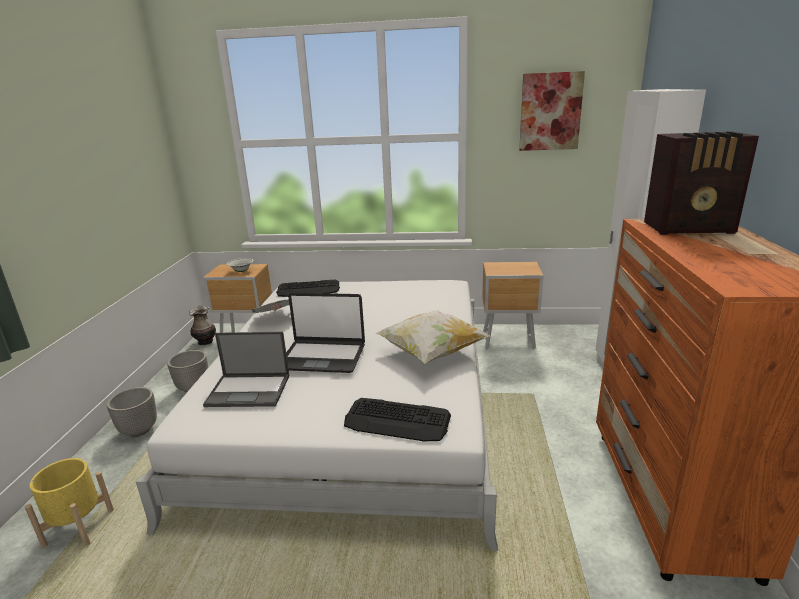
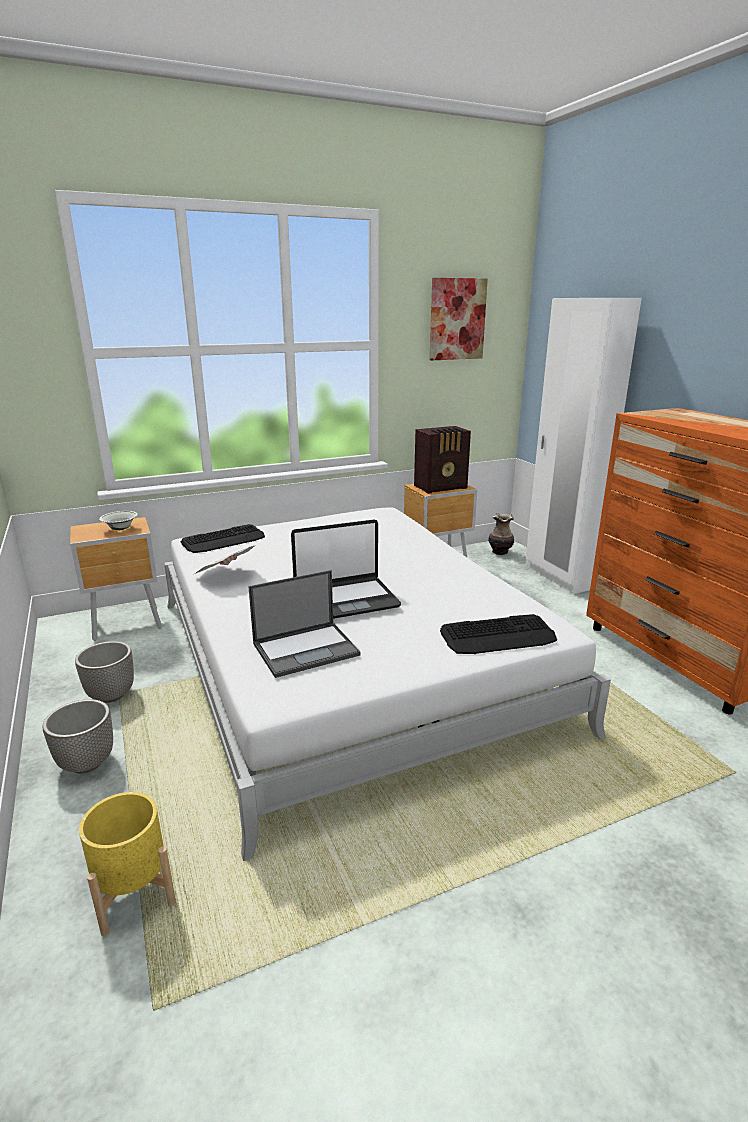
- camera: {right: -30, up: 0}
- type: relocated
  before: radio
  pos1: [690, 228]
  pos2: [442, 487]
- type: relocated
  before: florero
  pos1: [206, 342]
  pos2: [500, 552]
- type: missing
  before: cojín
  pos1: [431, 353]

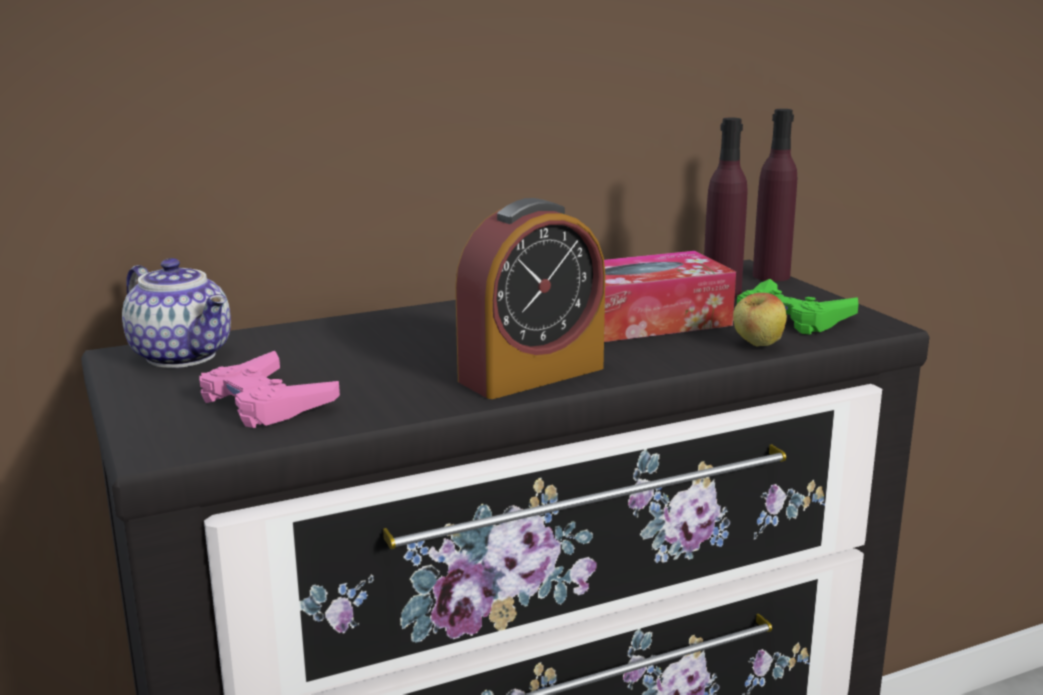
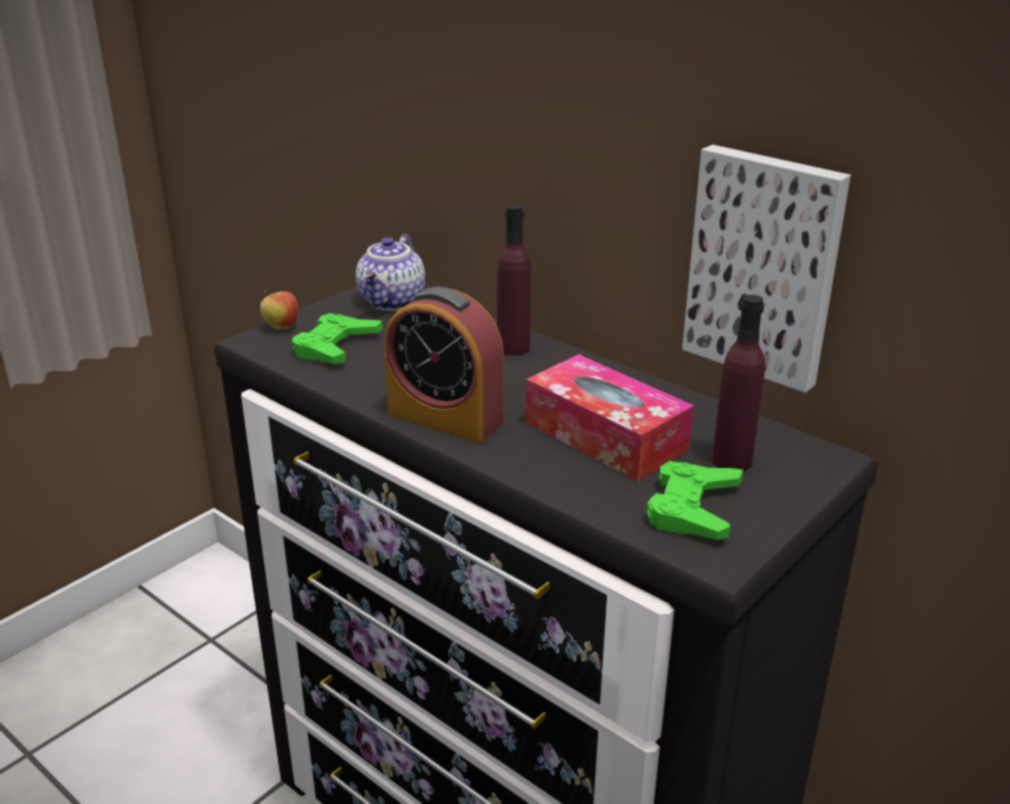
- camera: {right: 65, up: 10}
- type: relocated
  before: botella/morado
  pos1: [771, 276]
  pos2: [513, 348]
- type: relocated
  before: manzana
  pos1: [757, 345]
  pos2: [281, 327]
- type: colour
  before: mando de consola/rosa
  after: mando de consola/verde
  pos1: [265, 402]
  pos2: [335, 347]
- type: appeared
  after: cuadro
  pos2: [765, 266]

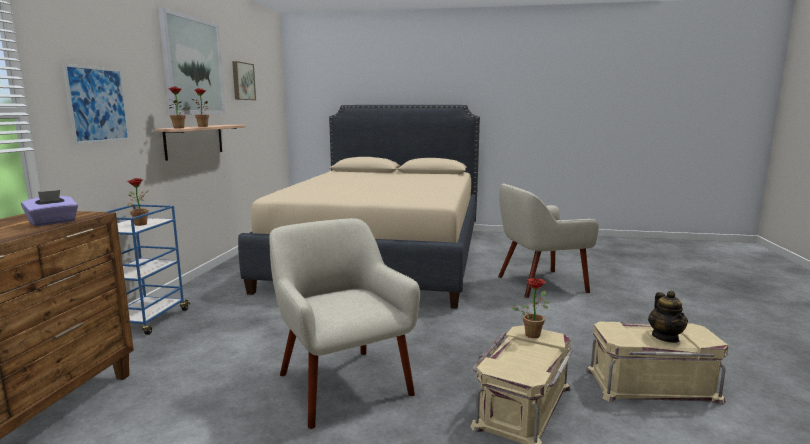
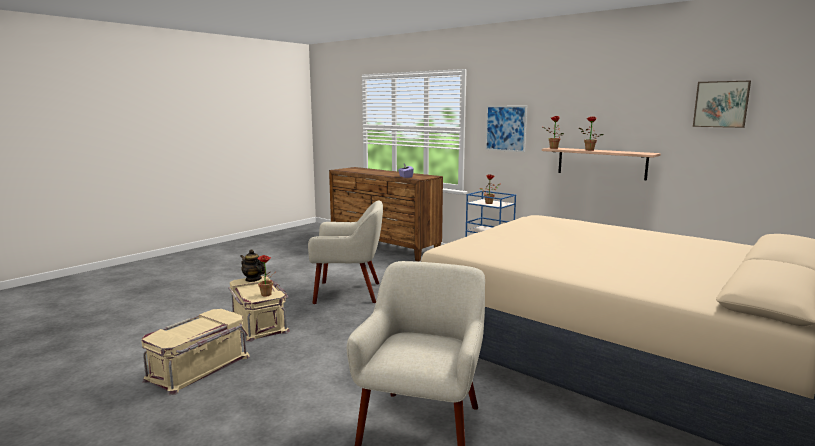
- camera: {right: 120, up: 0}
- type: missing
  before: cuadro
  pos1: [193, 66]
- type: relocated
  before: tetera
  pos1: [665, 337]
  pos2: [253, 279]

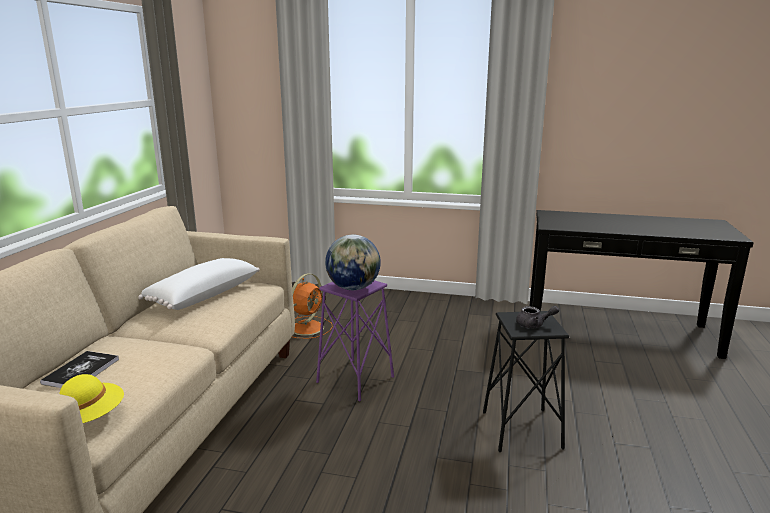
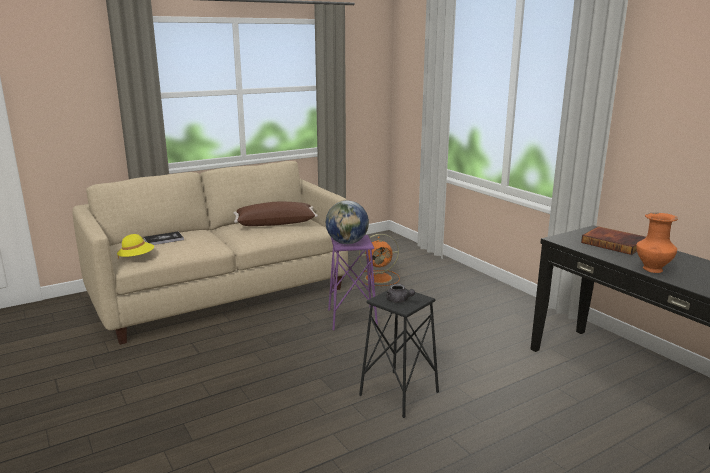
- camera: {right: 45, up: 0}
- type: colour
  before: cojín/blanco
  after: cojín/marrón
  pos1: [202, 295]
  pos2: [275, 223]
- type: appeared
  after: florero/naranja
  pos2: [652, 270]
- type: appeared
  after: libro
  pos2: [614, 243]

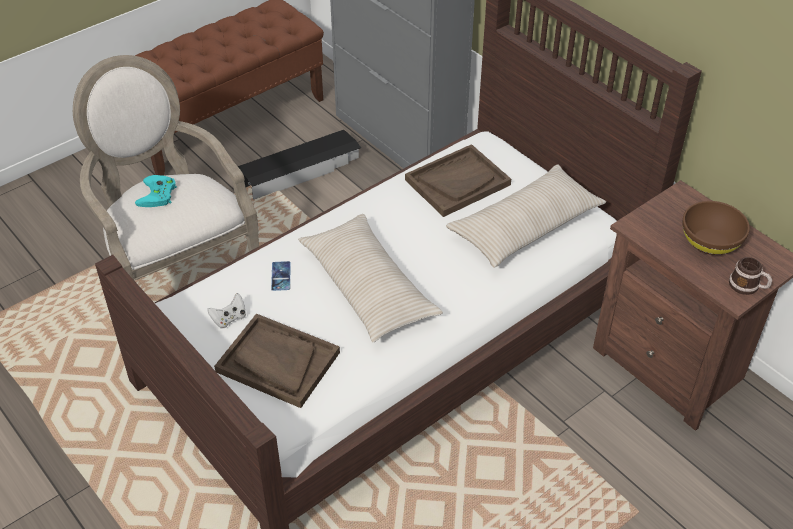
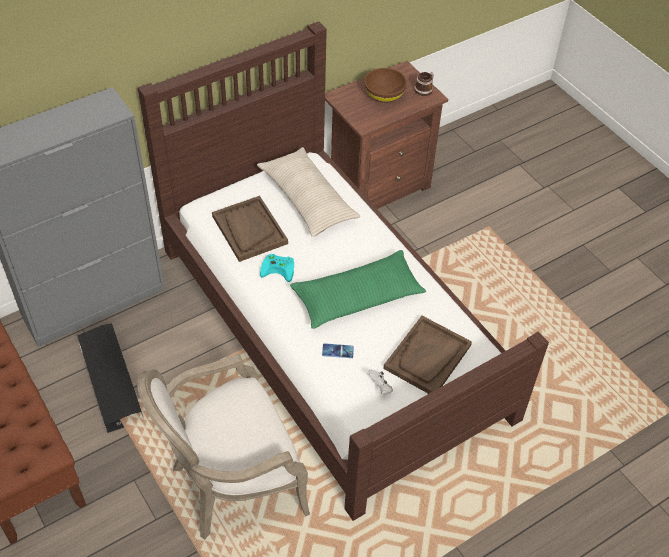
- camera: {right: -85, up: 5}
- type: relocated
  before: mando de consola/turquesa
  pos1: [158, 195]
  pos2: [279, 268]
- type: colour
  before: cojín/beis
  after: cojín/verde
  pos1: [368, 287]
  pos2: [357, 297]

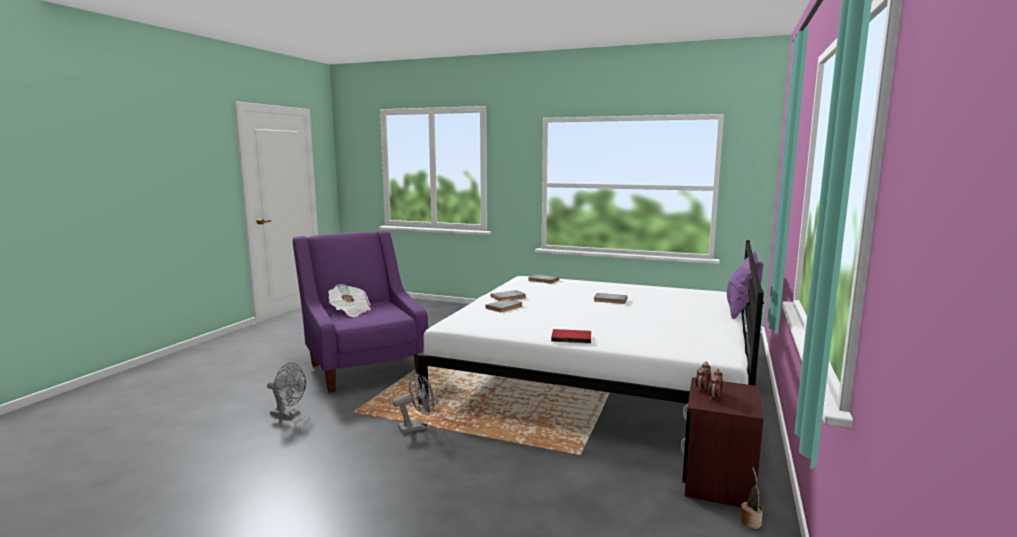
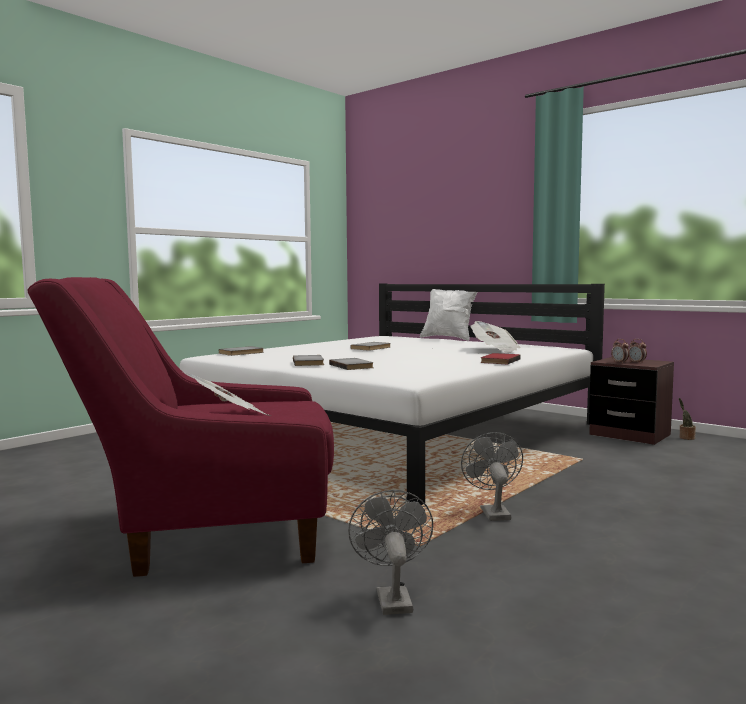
- camera: {right: -70, up: -5}
- type: colour
  before: sillón/morado
  after: sillón/rojo
  pos1: [363, 365]
  pos2: [207, 532]
- type: colour
  before: cojín/morado
  after: cojín/blanco
  pos1: [741, 312]
  pos2: [449, 338]
- type: spun
  before: ventilador/gris
  pos1: [289, 414]
  pos2: [391, 598]
  turn: -45
- type: appeared
  after: periódico
  pos2: [495, 350]

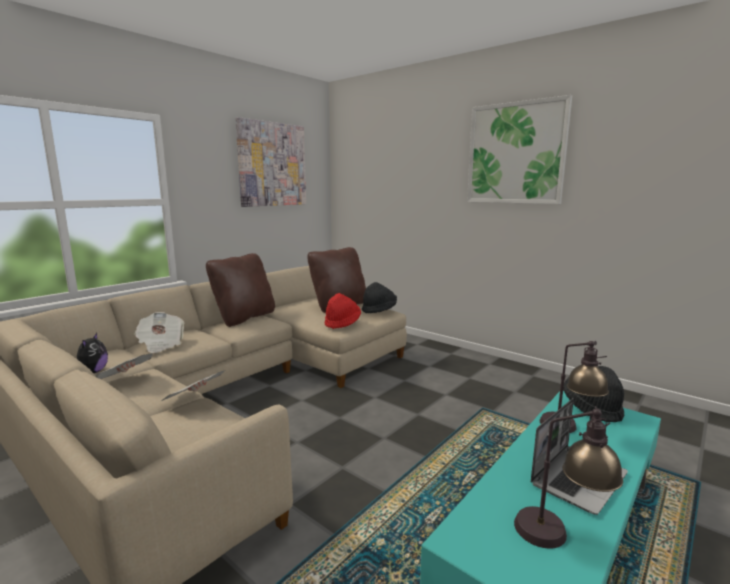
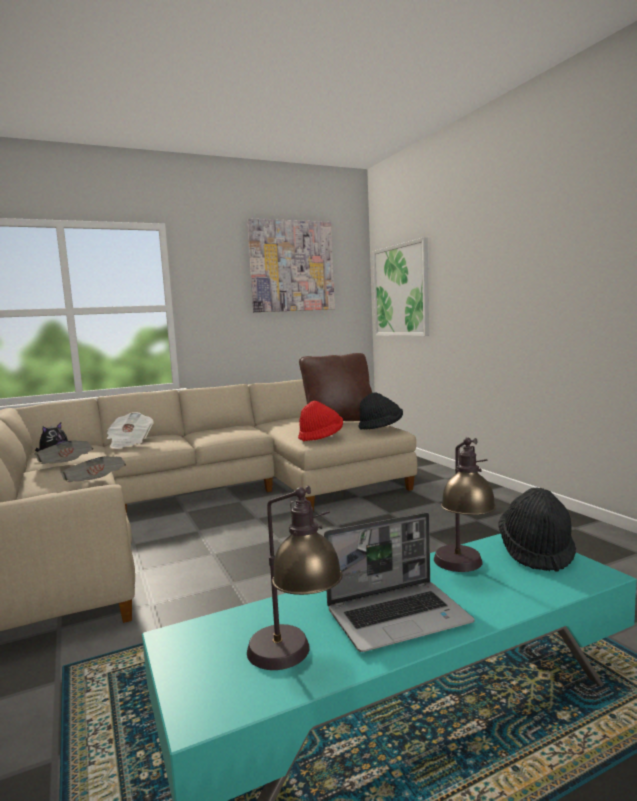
- camera: {right: 25, up: -5}
- type: relocated
  before: cuadro
  pos1: [515, 153]
  pos2: [401, 290]
- type: missing
  before: cojín/marrón
  pos1: [244, 317]

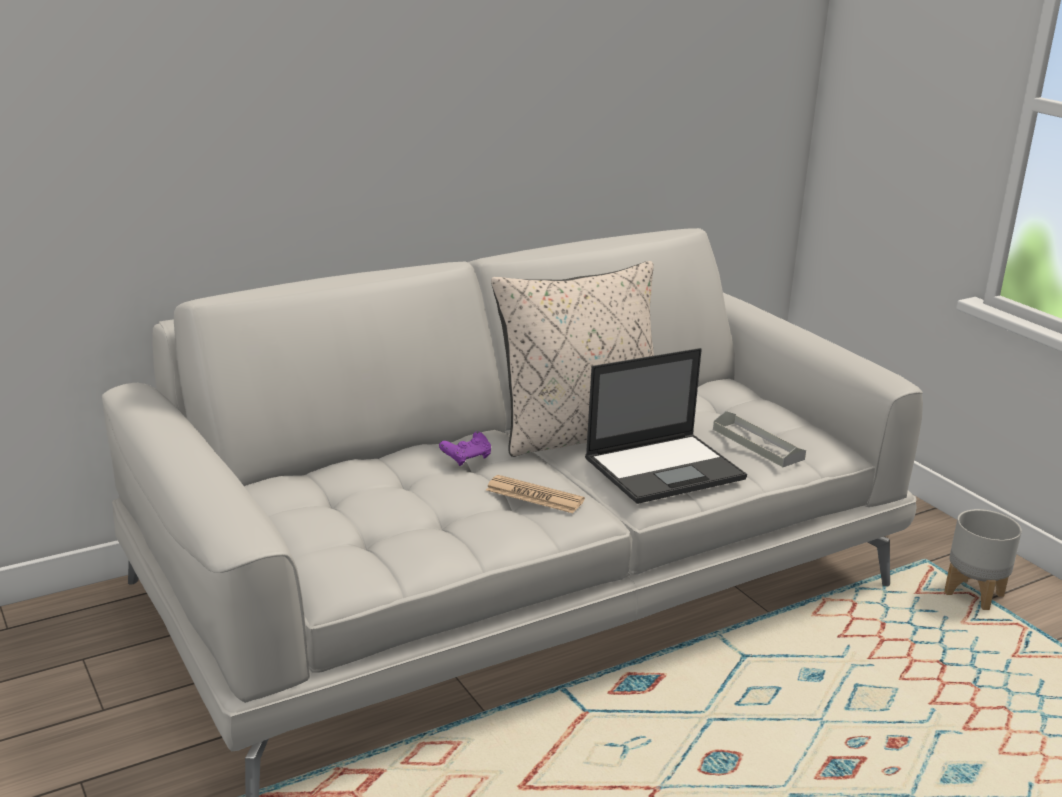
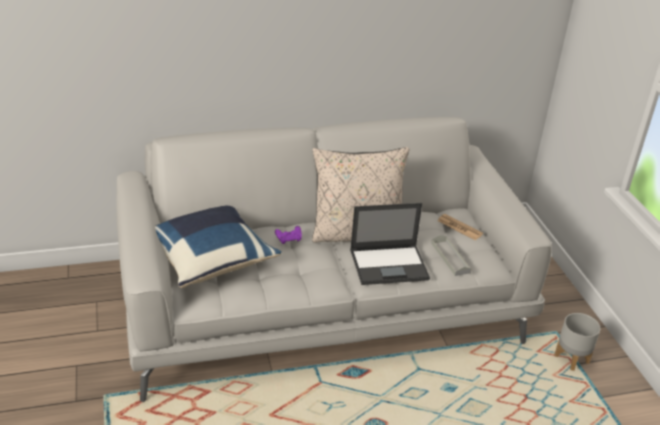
- camera: {right: 15, up: 10}
- type: relocated
  before: periódico
  pos1: [534, 495]
  pos2: [459, 227]
- type: appeared
  after: cojín/azul
  pos2: [210, 259]

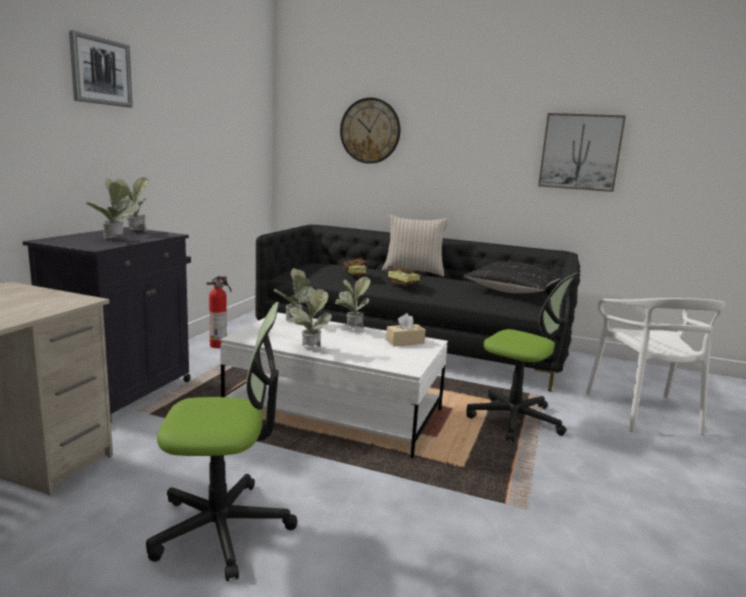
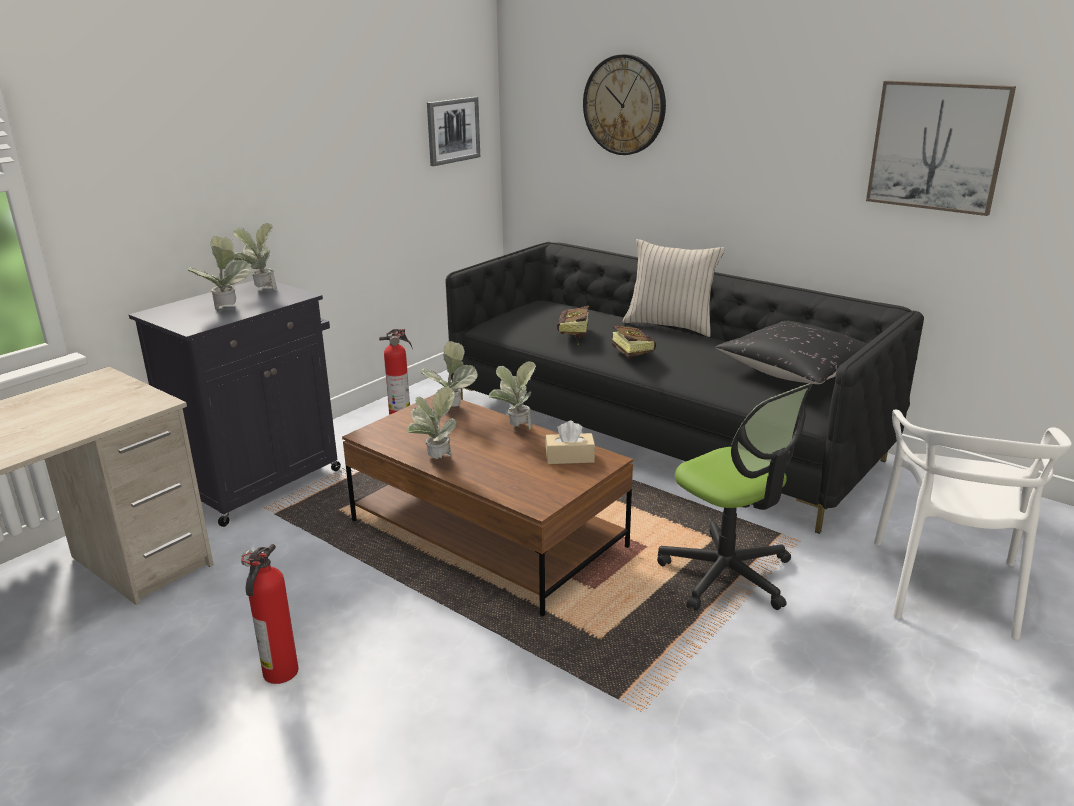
- camera: {right: 20, up: 10}
- type: relocated
  before: cuadro
  pos1: [101, 71]
  pos2: [452, 130]
- type: exchanged
  before: silla de oficina
  after: extintor
  pos1: [222, 528]
  pos2: [279, 673]
- type: colour
  before: mesa de centro/blanco
  after: mesa de centro/marrón
  pos1: [335, 411]
  pos2: [487, 534]

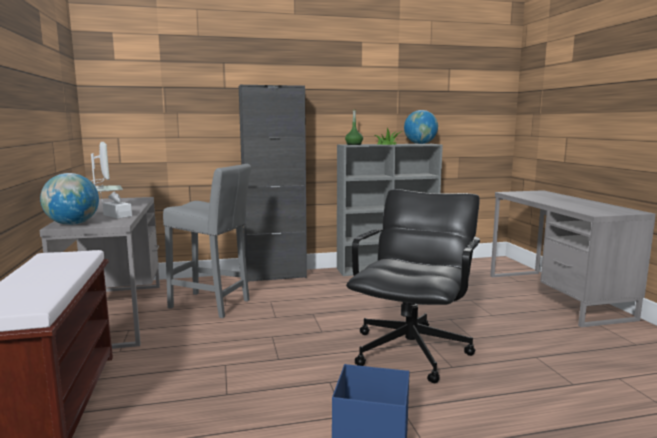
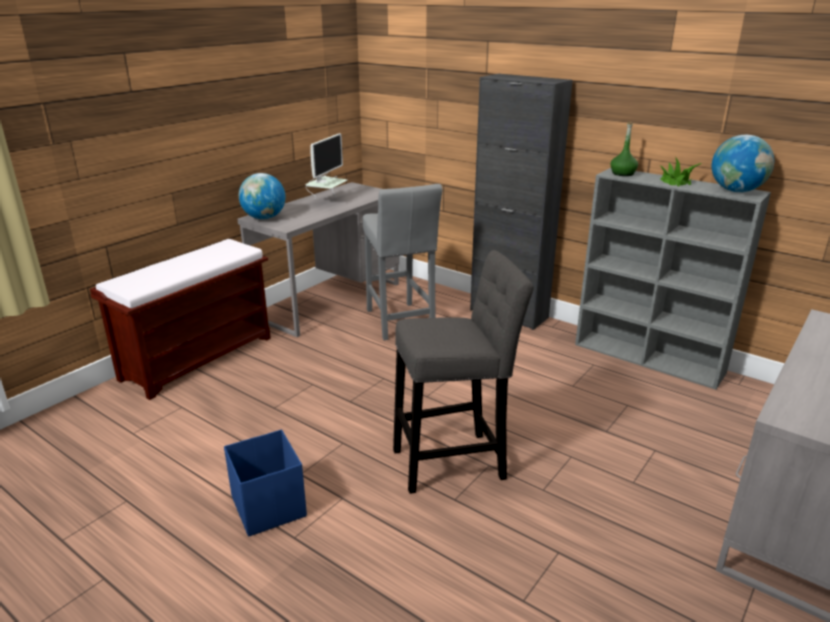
- camera: {right: 50, up: 15}
- type: exchanged
  before: silla de oficina/negro
  after: taburete/gris
  pos1: [412, 351]
  pos2: [455, 462]
- type: missing
  before: caja de pañuelos/blanco
  pos1: [117, 215]

